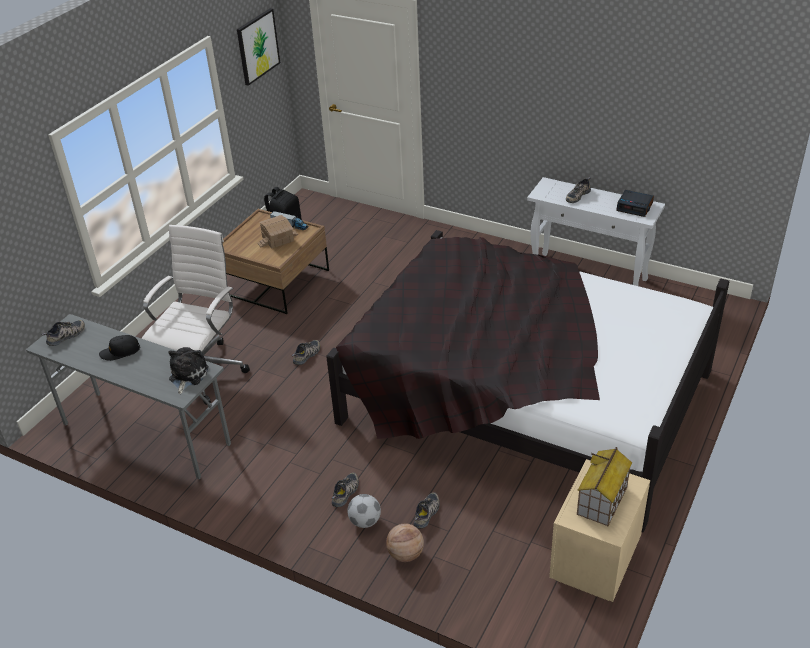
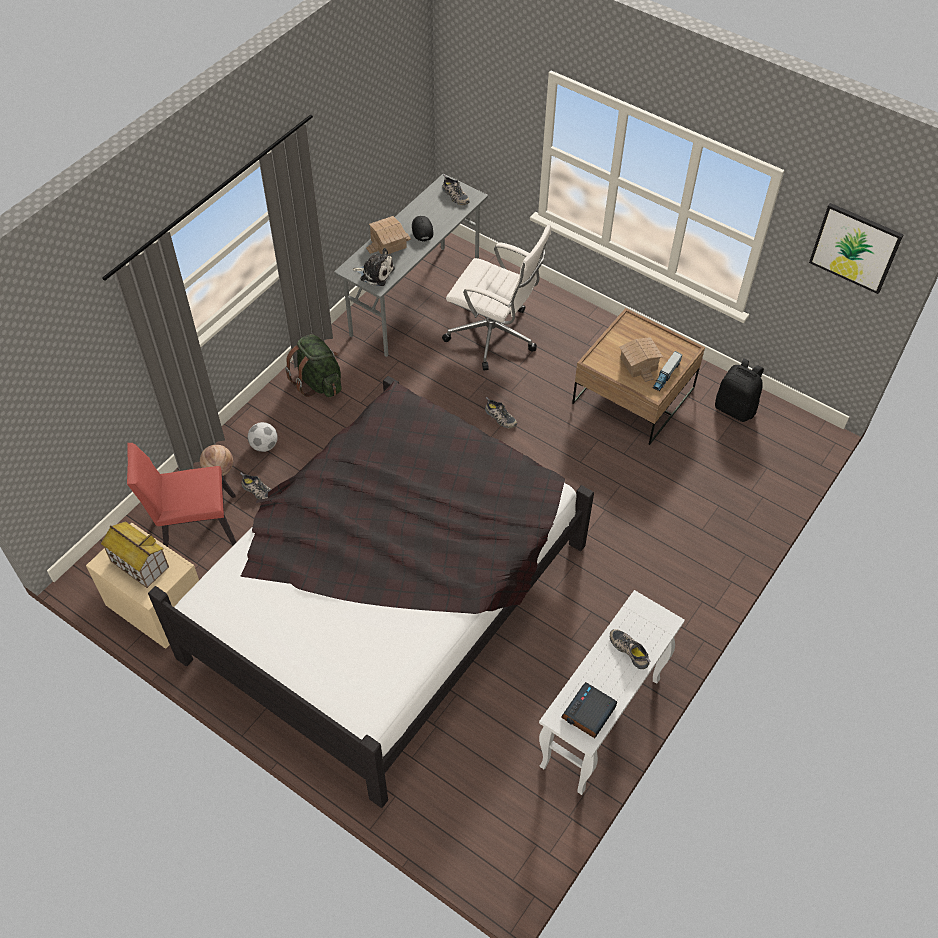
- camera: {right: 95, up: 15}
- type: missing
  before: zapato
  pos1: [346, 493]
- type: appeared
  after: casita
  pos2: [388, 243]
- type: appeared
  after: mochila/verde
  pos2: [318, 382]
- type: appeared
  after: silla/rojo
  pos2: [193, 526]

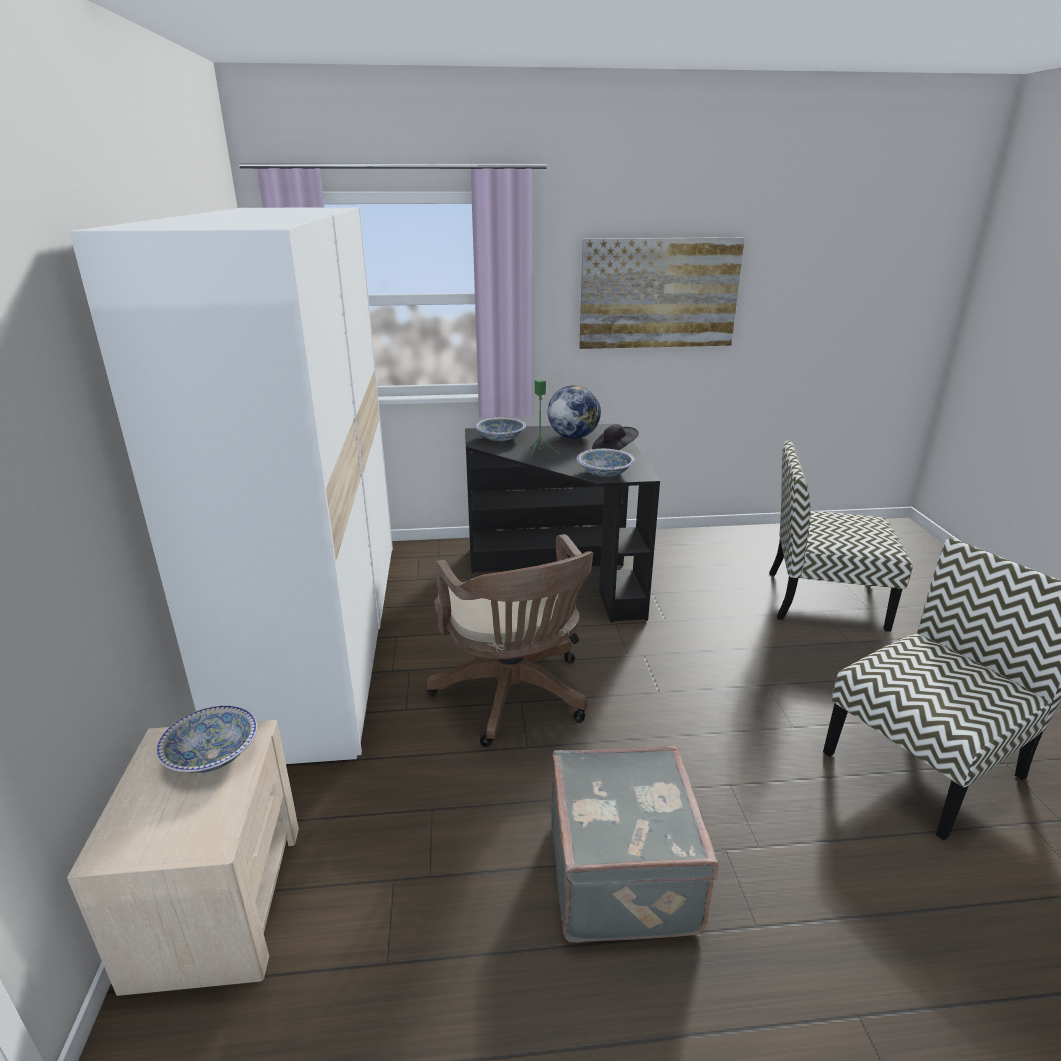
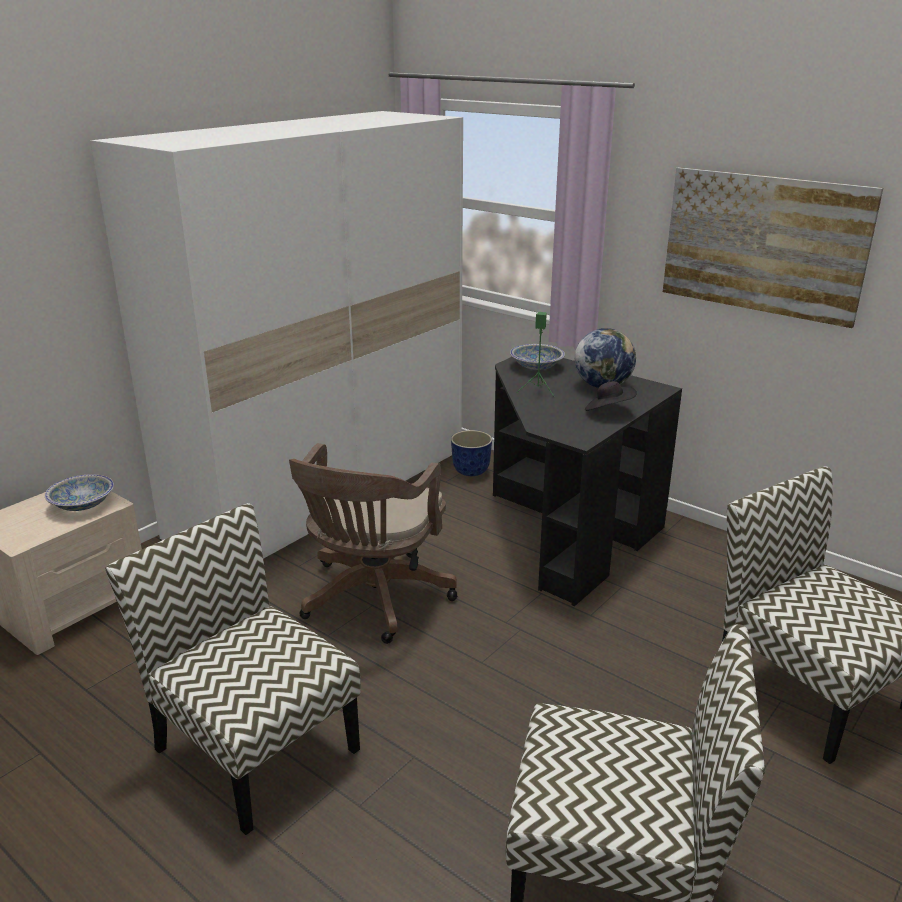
- camera: {right: 45, up: 0}
- type: missing
  before: cuenco
  pos1: [605, 473]
- type: exchanged
  before: maleta/gris
  after: silla
  pos1: [625, 873]
  pos2: [254, 747]
- type: appeared
  after: maceta
  pos2: [470, 471]

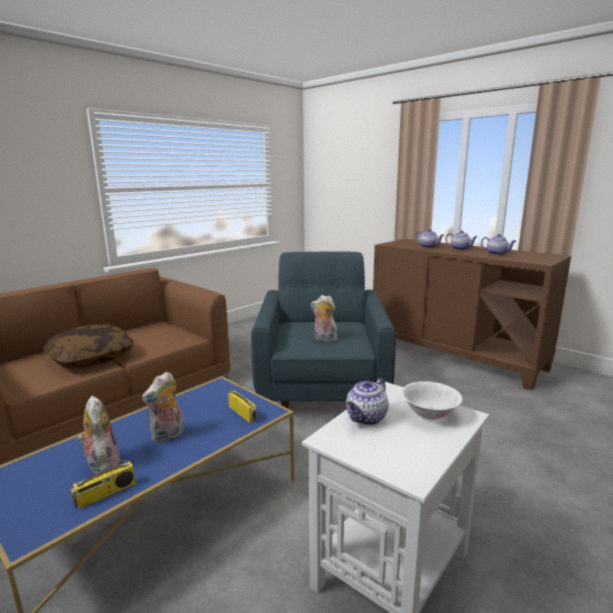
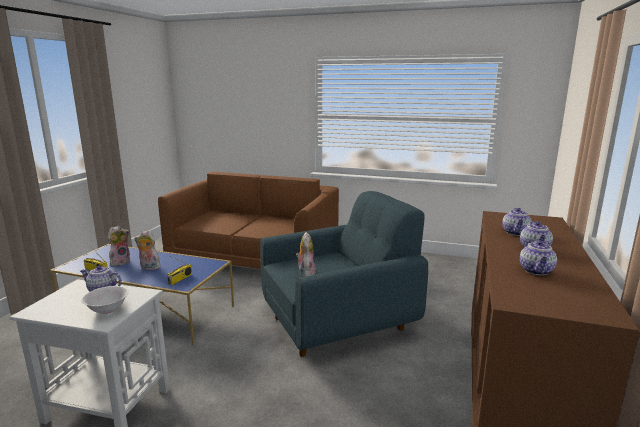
- camera: {right: 65, up: 0}
- type: missing
  before: cojín
  pos1: [91, 358]

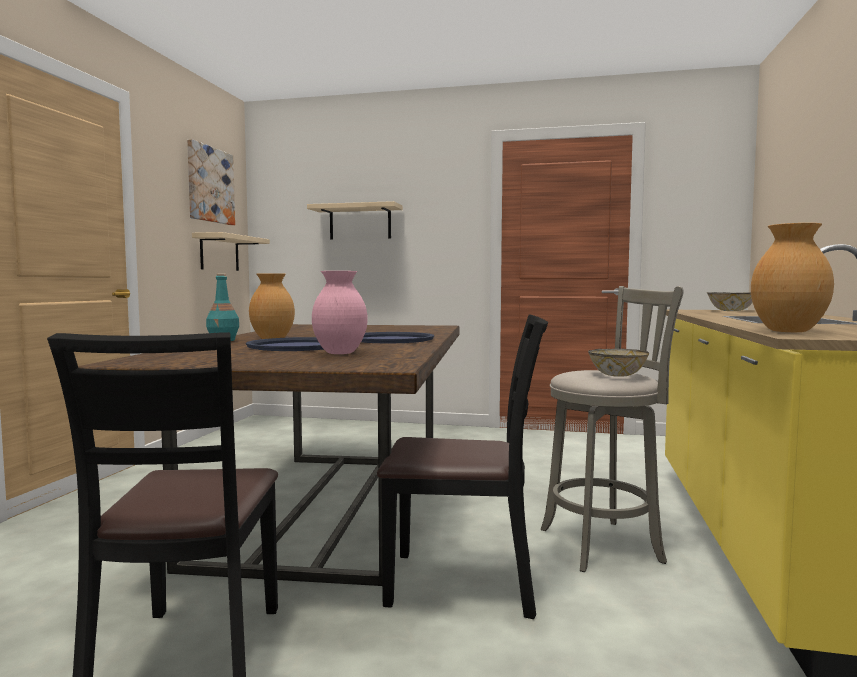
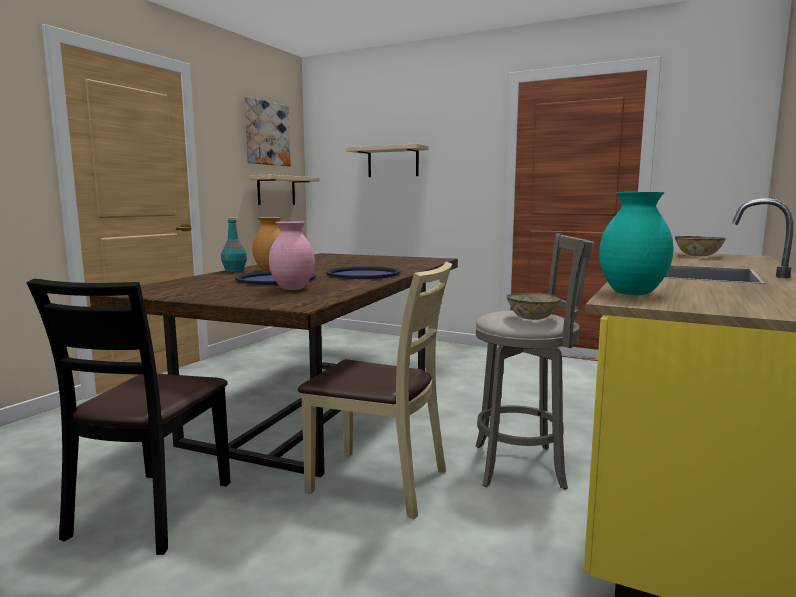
- camera: {right: 15, up: 5}
- type: colour
  before: florero/marrón
  after: florero/turquesa
  pos1: [789, 331]
  pos2: [633, 293]
- type: colour
  before: silla/negro
  after: silla/beis
  pos1: [464, 582]
  pos2: [379, 482]

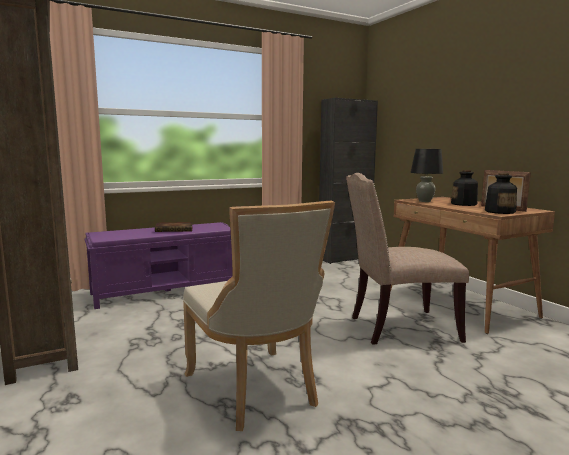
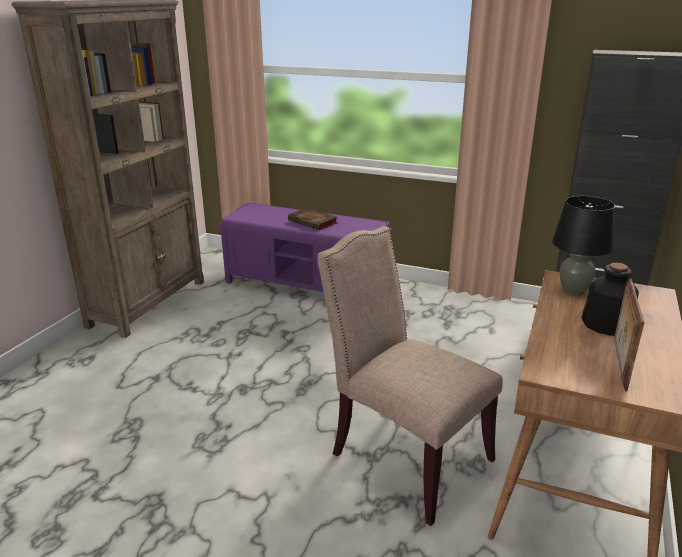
- camera: {right: 50, up: 15}
- type: missing
  before: botella
  pos1: [500, 212]
- type: missing
  before: silla/beis
  pos1: [255, 390]

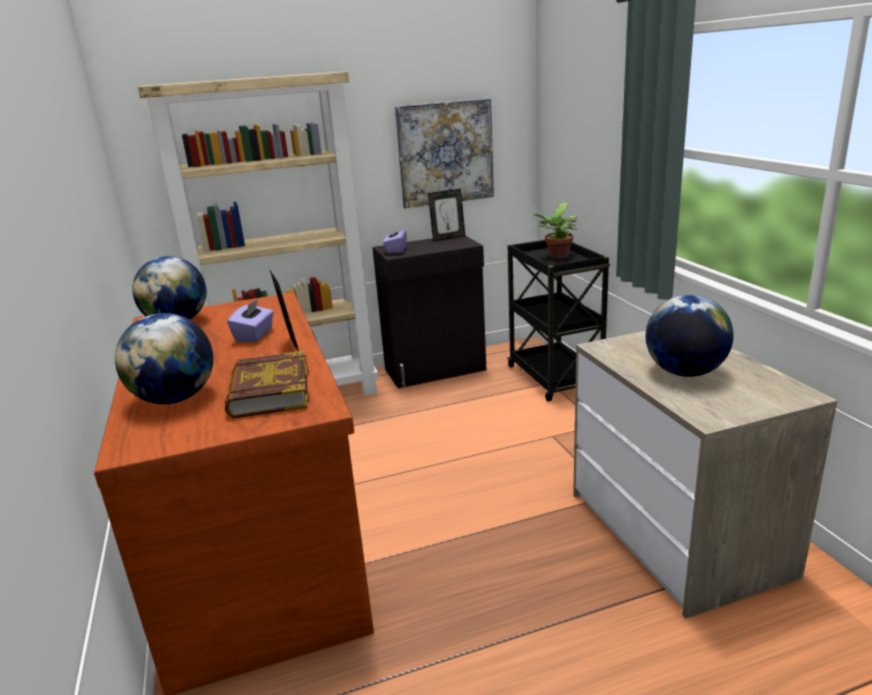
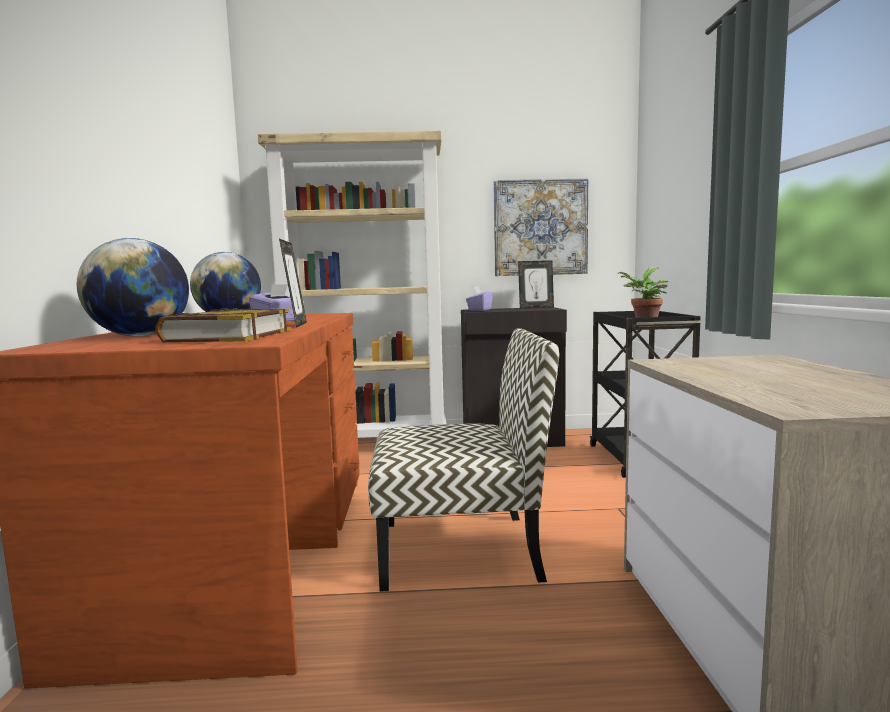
- camera: {right: 15, up: -15}
- type: missing
  before: globo terráqueo
  pos1: [685, 372]
- type: appeared
  after: silla
  pos2: [461, 549]

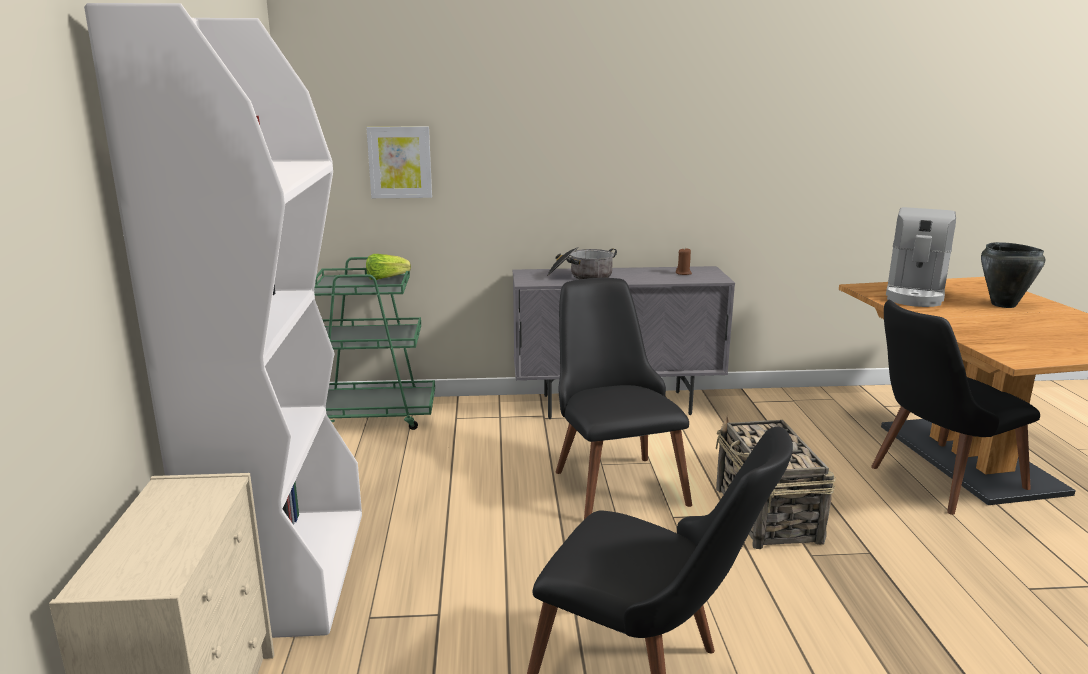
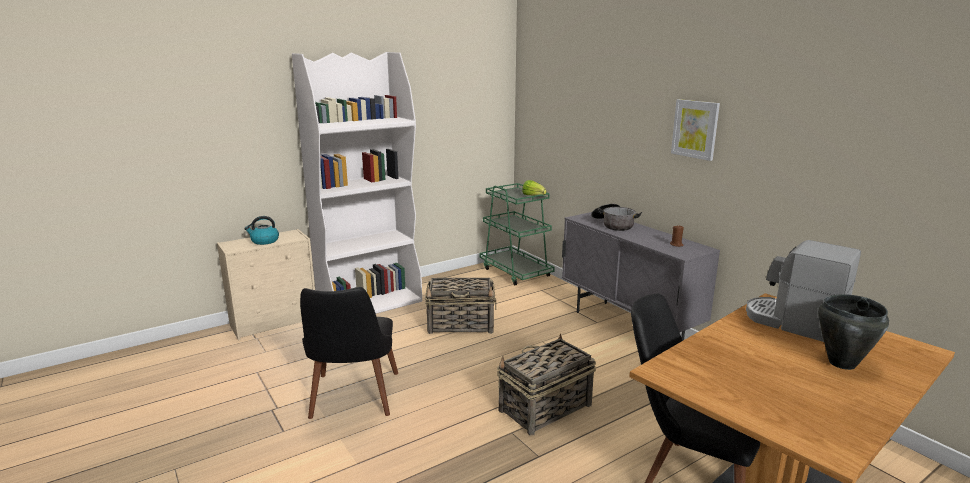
- camera: {right: 60, up: 0}
- type: relocated
  before: cuadro
  pos1: [400, 162]
  pos2: [695, 129]
- type: spun
  before: cafetera
  pos1: [915, 294]
  pos2: [793, 322]
  turn: 45
- type: missing
  before: silla/negro
  pos1: [612, 479]
- type: appeared
  after: hervidor
  pos2: [264, 241]
- type: appeared
  after: cesta
  pos2: [461, 324]

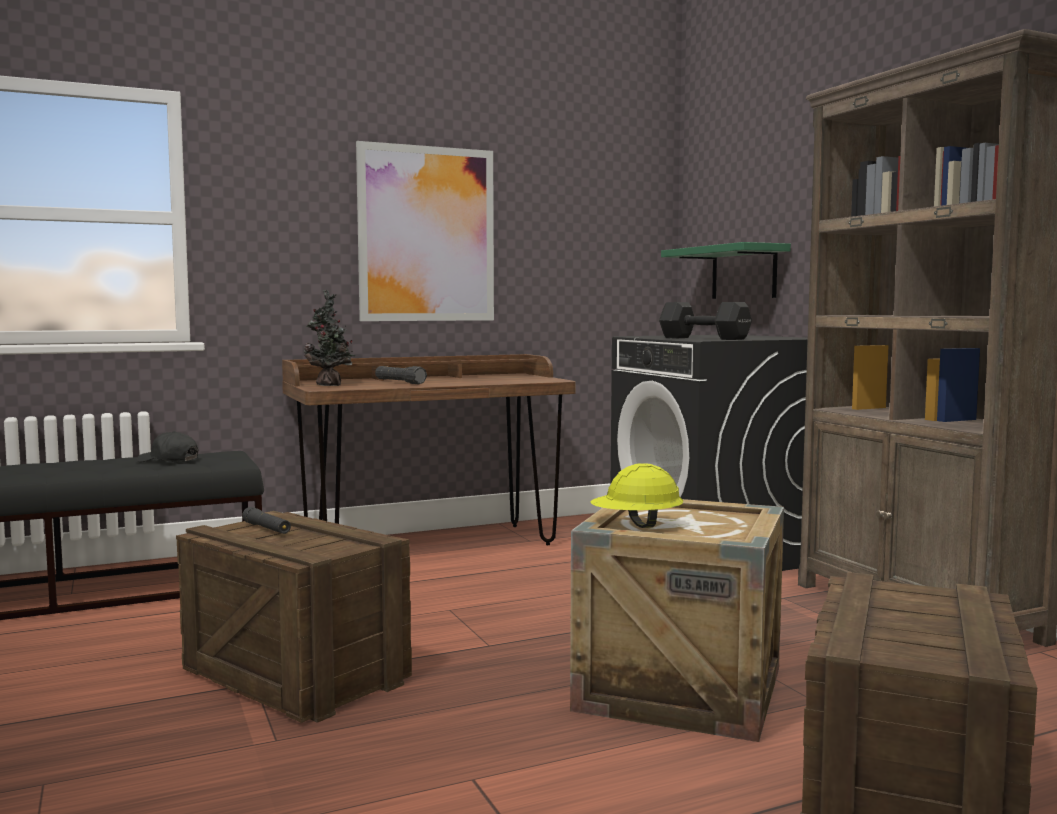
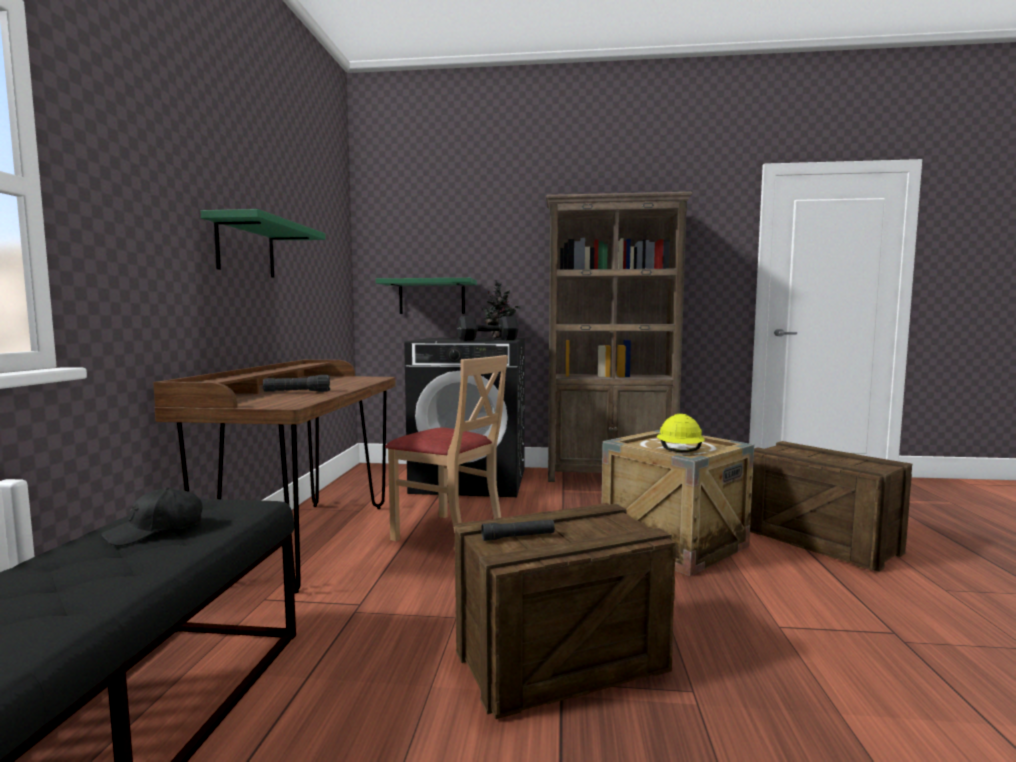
- camera: {right: -60, up: 0}
- type: exchanged
  before: cuadro
  after: estante/verde
  pos1: [426, 234]
  pos2: [245, 248]
- type: relocated
  before: planta en maceta
  pos1: [330, 385]
  pos2: [499, 338]
- type: appeared
  after: silla/beis
  pos2: [449, 534]

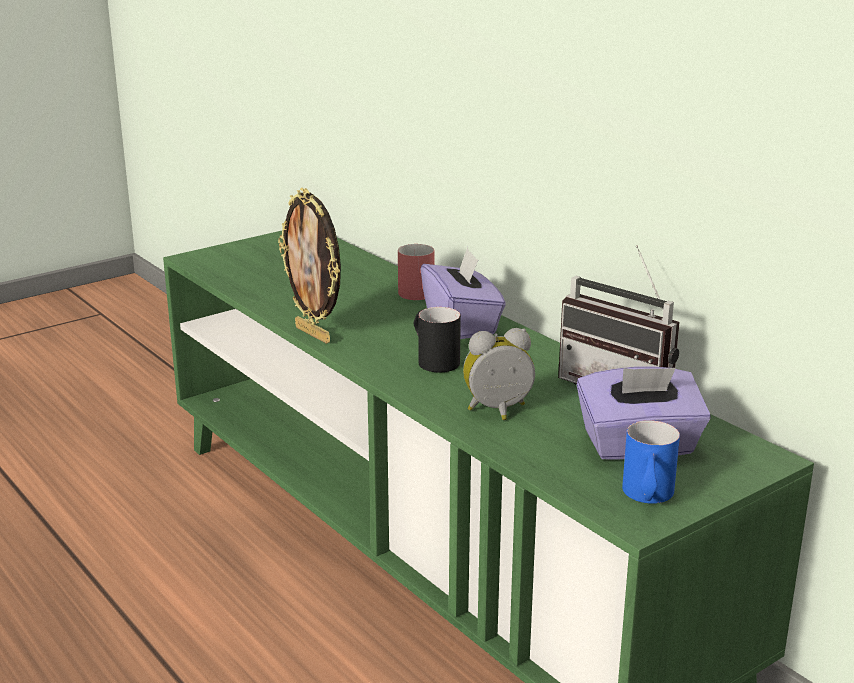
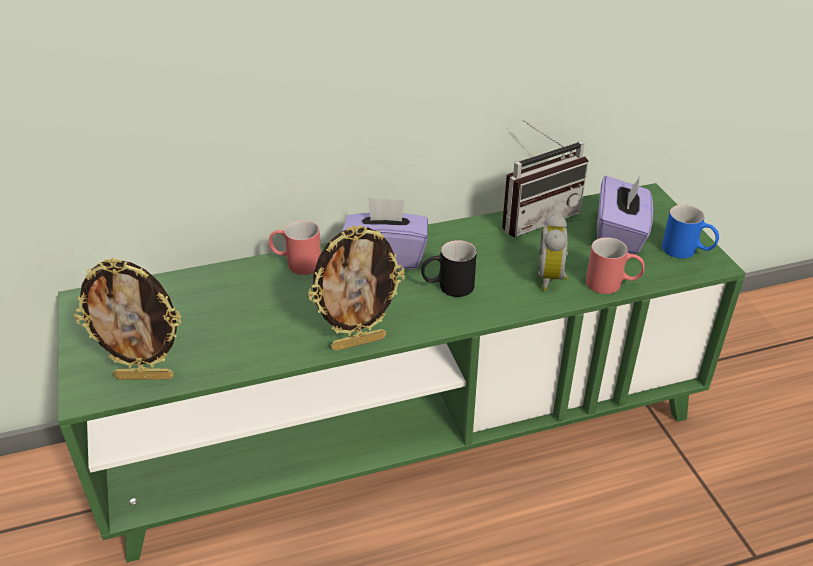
- camera: {right: -70, up: 15}
- type: appeared
  after: taza grande/rojo
  pos2: [612, 284]
- type: appeared
  after: portarretratos
  pos2: [145, 376]

